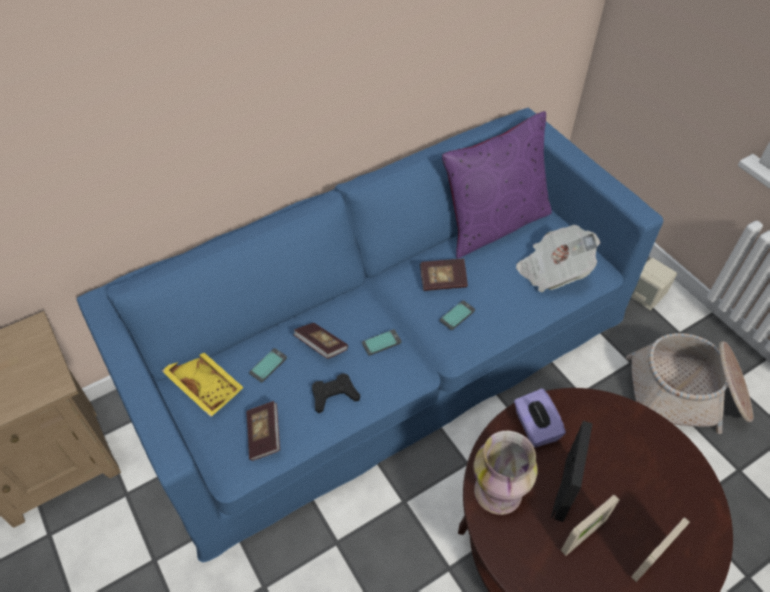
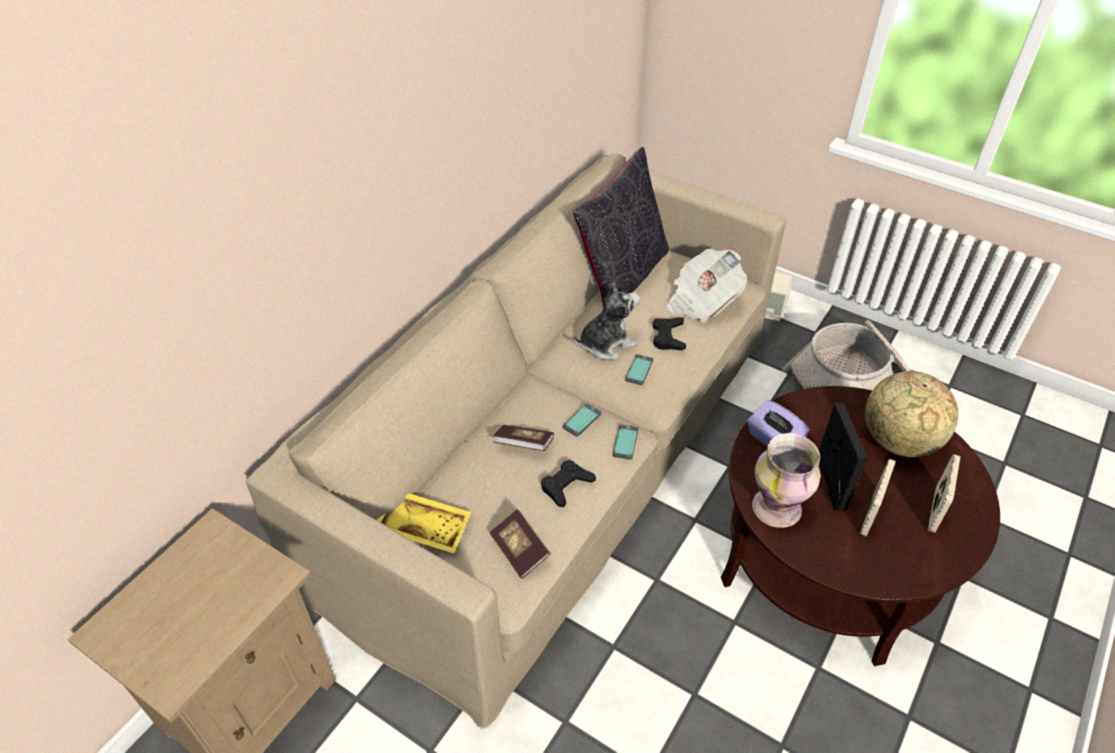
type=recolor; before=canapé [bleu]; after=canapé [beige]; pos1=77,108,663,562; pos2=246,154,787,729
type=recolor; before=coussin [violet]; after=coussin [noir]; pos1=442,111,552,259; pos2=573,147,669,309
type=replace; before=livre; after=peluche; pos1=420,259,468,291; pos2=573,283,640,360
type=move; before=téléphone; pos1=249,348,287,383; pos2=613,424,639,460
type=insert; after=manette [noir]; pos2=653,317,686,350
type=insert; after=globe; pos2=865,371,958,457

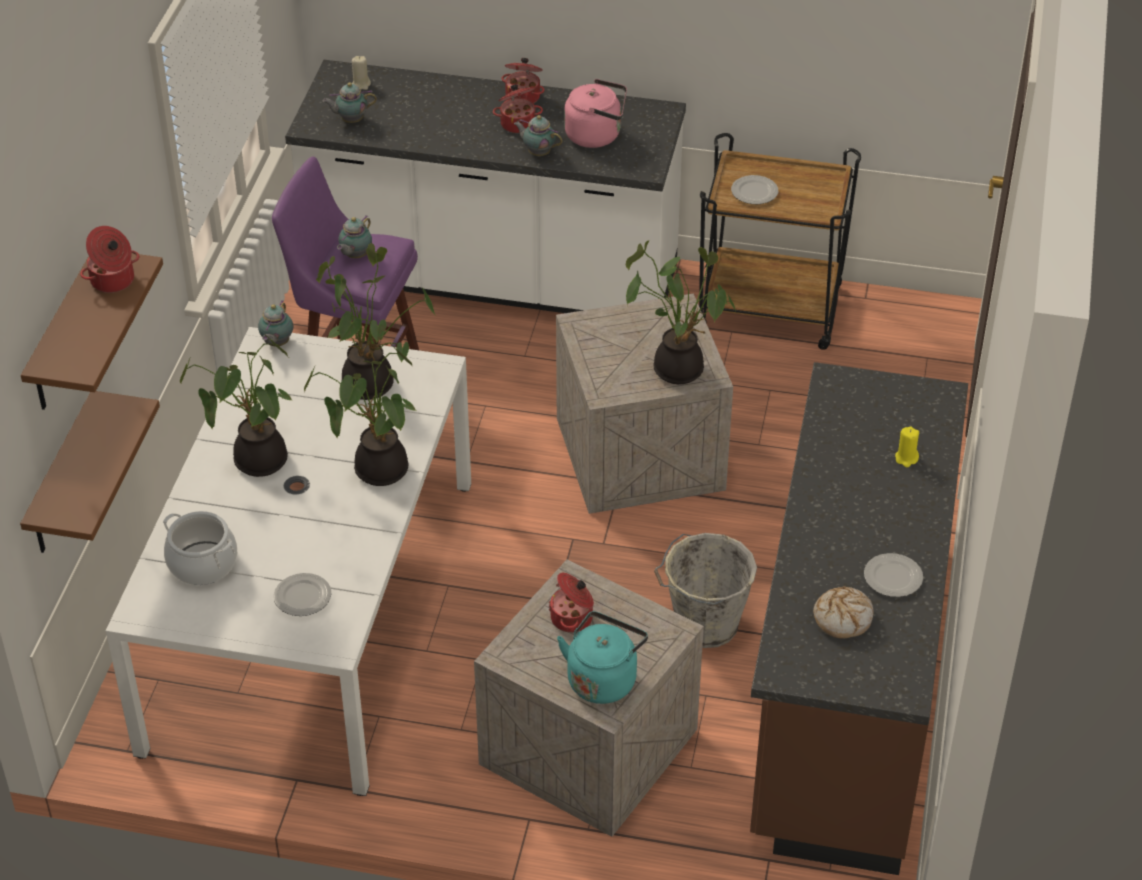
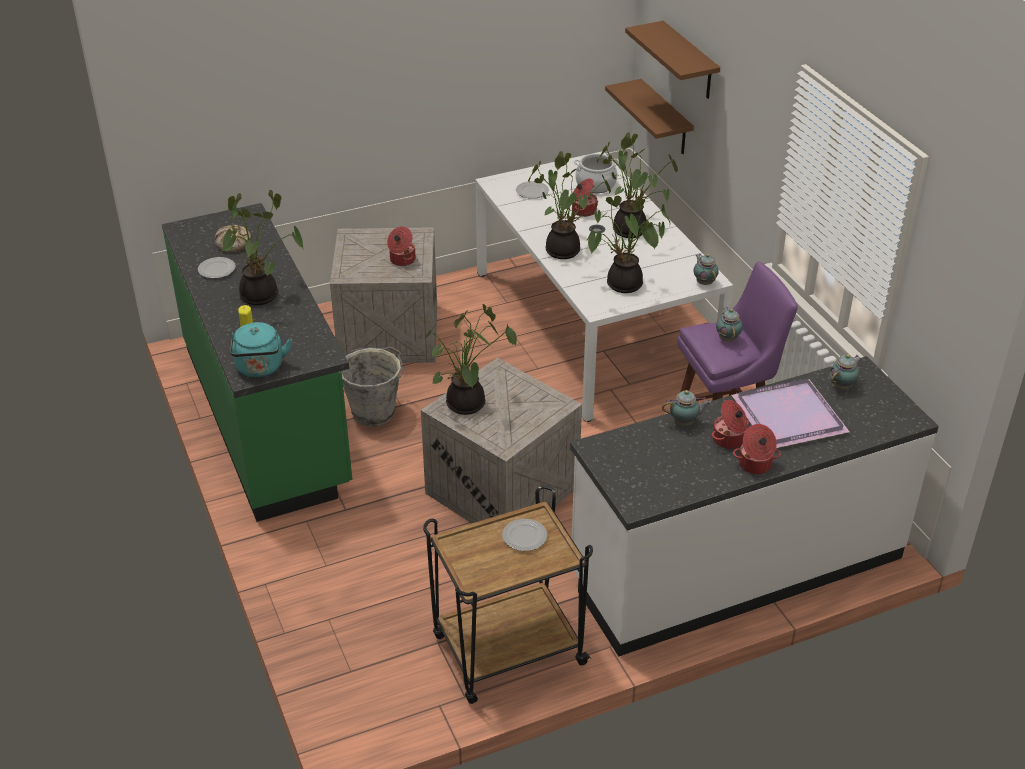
type=delete; before=bougie [beige]; pos1=352,56,371,90
type=delete; before=bouilloire [rose]; pos1=564,79,627,148
type=move; before=marmite; pos1=80,226,139,293; pos2=572,178,598,217
type=recolor; before=comptoir de cuisine [marron]; after=comptoir de cuisine [vert]; pos1=750,362,968,875; pos2=162,203,352,522
type=move; before=bouilloire [turquoise]; pos1=557,611,648,704; pos2=230,322,292,377
type=insert; after=plante en pot; pos2=222,190,303,305
type=insert; after=plateau [violet]; pos2=732,378,850,448

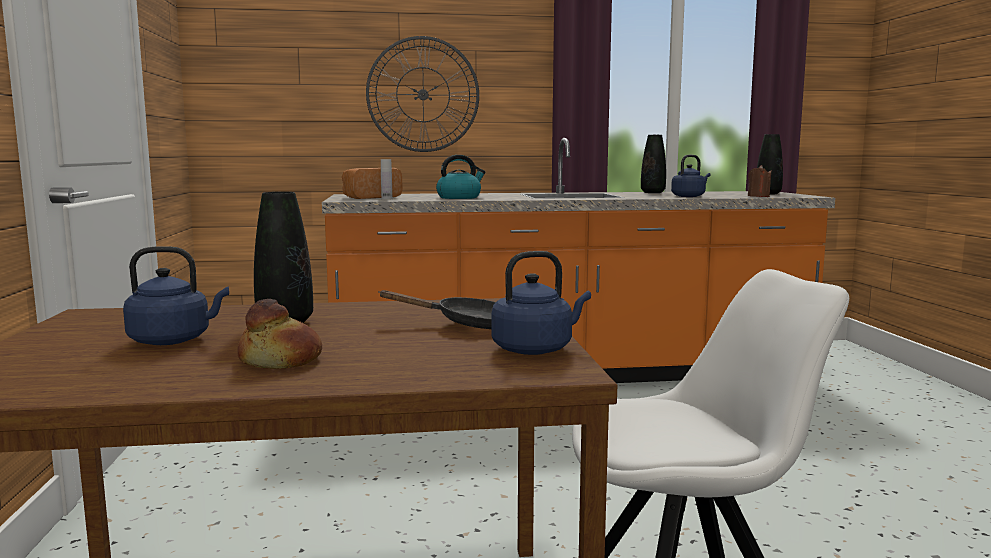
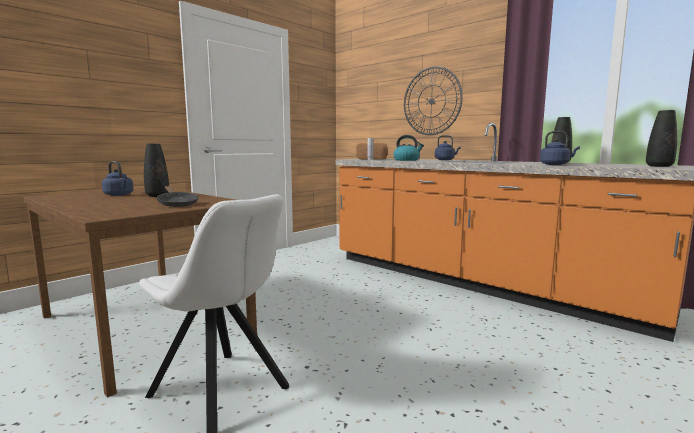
type=delete; before=bougie [marron]; pos1=748,165,772,197
type=move; before=bouilloire [bleu]; pos1=492,251,591,355; pos2=435,135,461,160
type=delete; before=pain; pos1=237,299,322,369

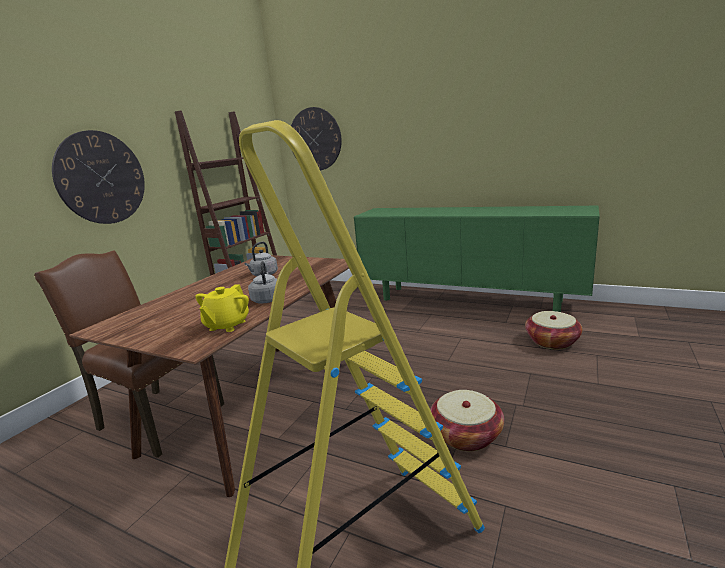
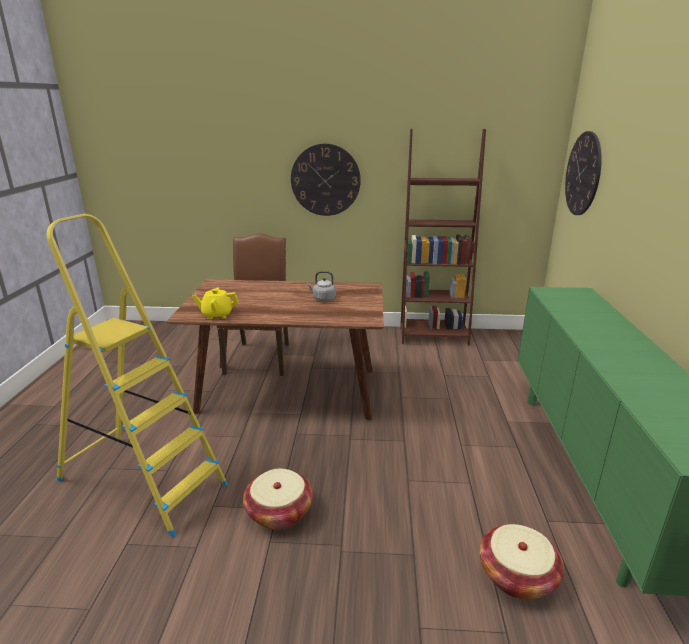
type=delete; before=bouilloire [gris]; pos1=248,261,277,303

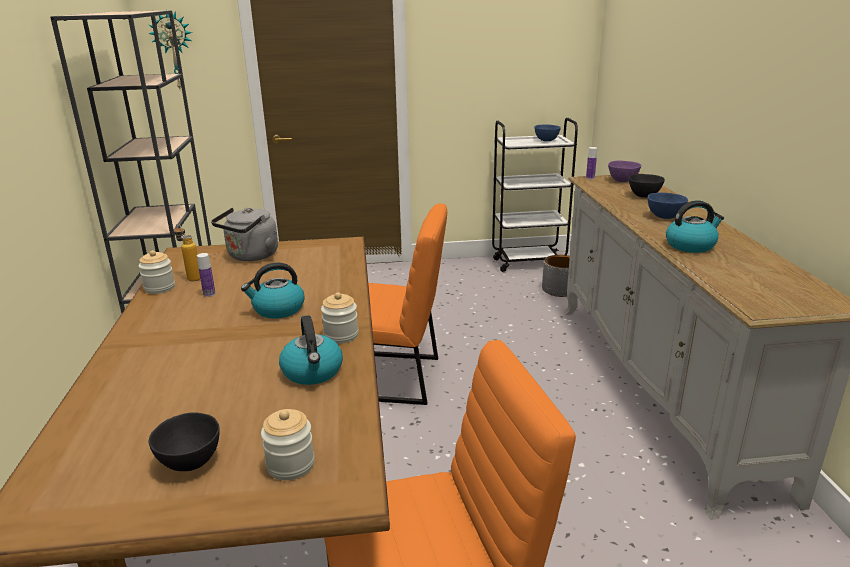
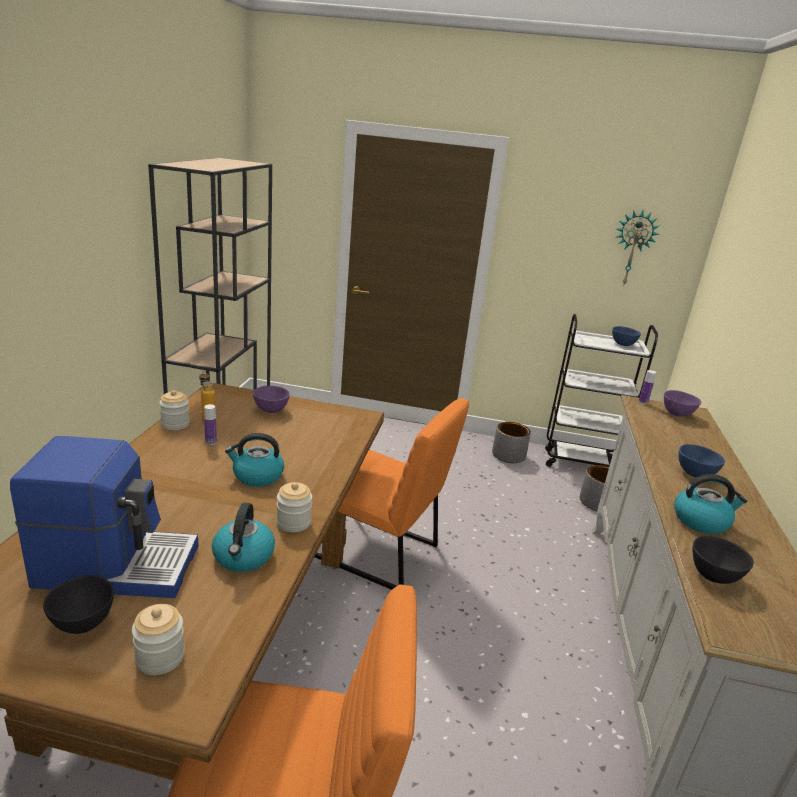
type=move; before=horloge murale; pos1=148,10,192,89; pos2=617,210,659,285
type=move; before=bol [noir]; pos1=629,174,665,198; pos2=692,536,754,584
type=replace; before=bouilloire [gris]; after=bol [violet]; pos1=211,208,278,261; pos2=253,386,290,413
type=insert; after=cache-pot [gris]; pos2=492,422,531,463
type=insert; after=machine à café; pos2=10,436,198,598

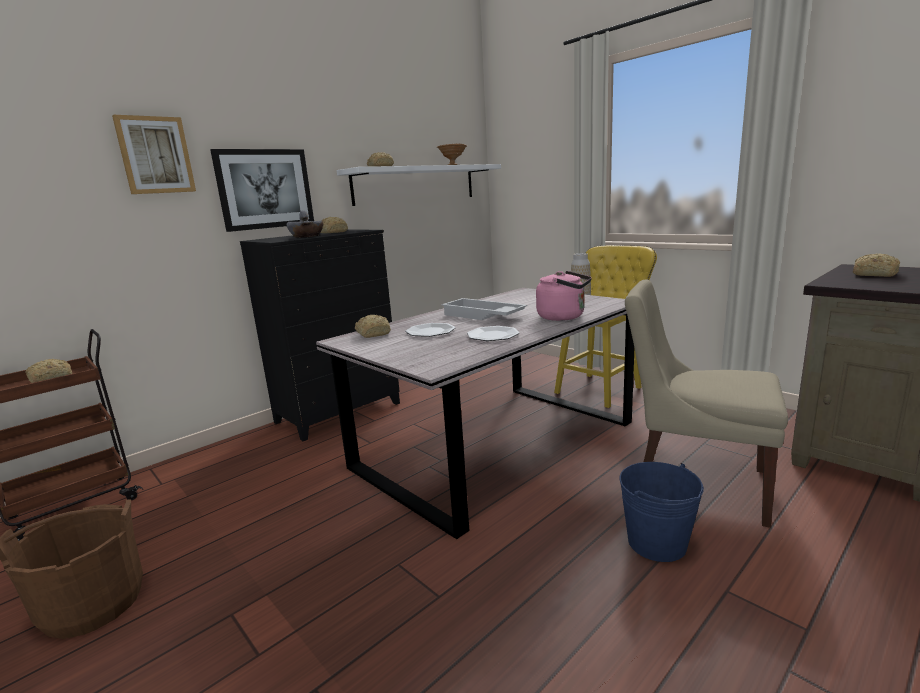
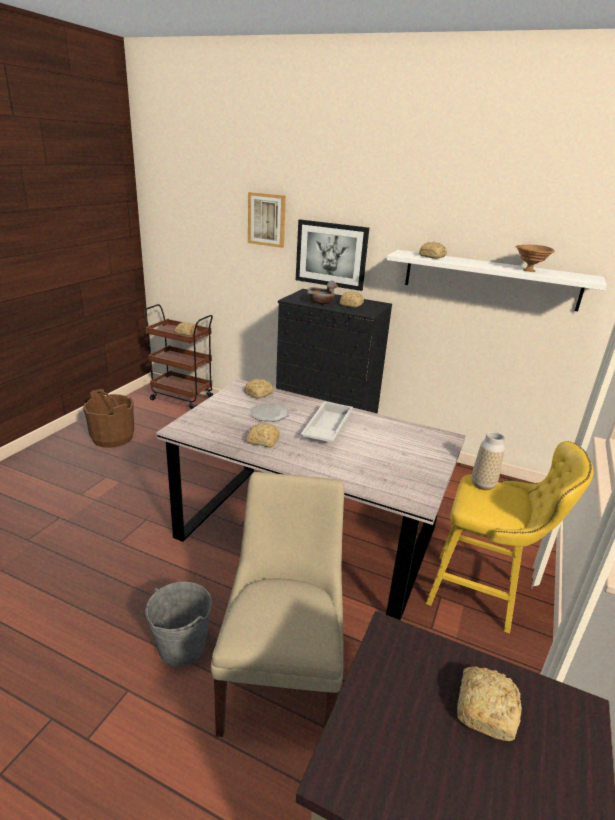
type=delete; before=bouilloire [rose]; pos1=536,271,592,321
type=replace; before=assiette; after=pain; pos1=467,326,519,341; pos2=247,423,280,447
type=recolor; before=seau [bleu]; after=seau [gris]; pos1=619,462,704,562; pos2=145,582,212,667

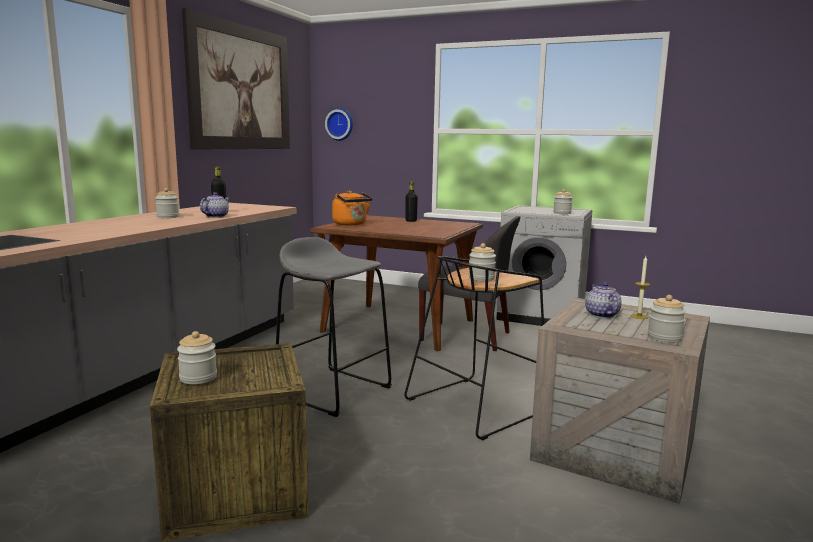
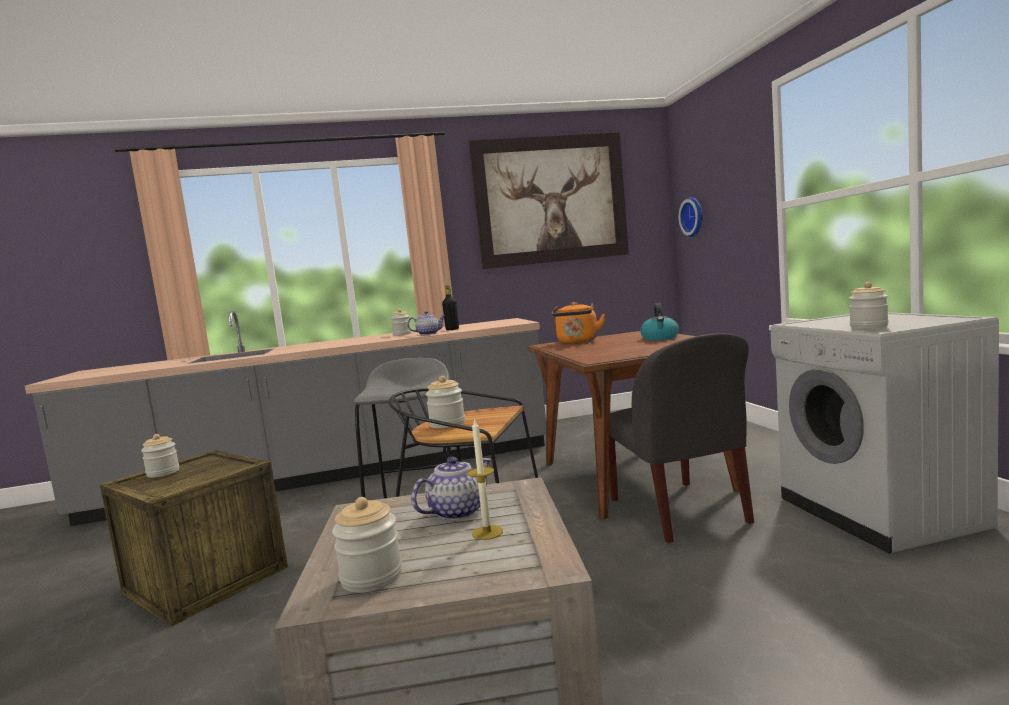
type=replace; before=bouteille [noir]; after=bouilloire; pos1=405,181,418,222; pos2=640,303,679,340

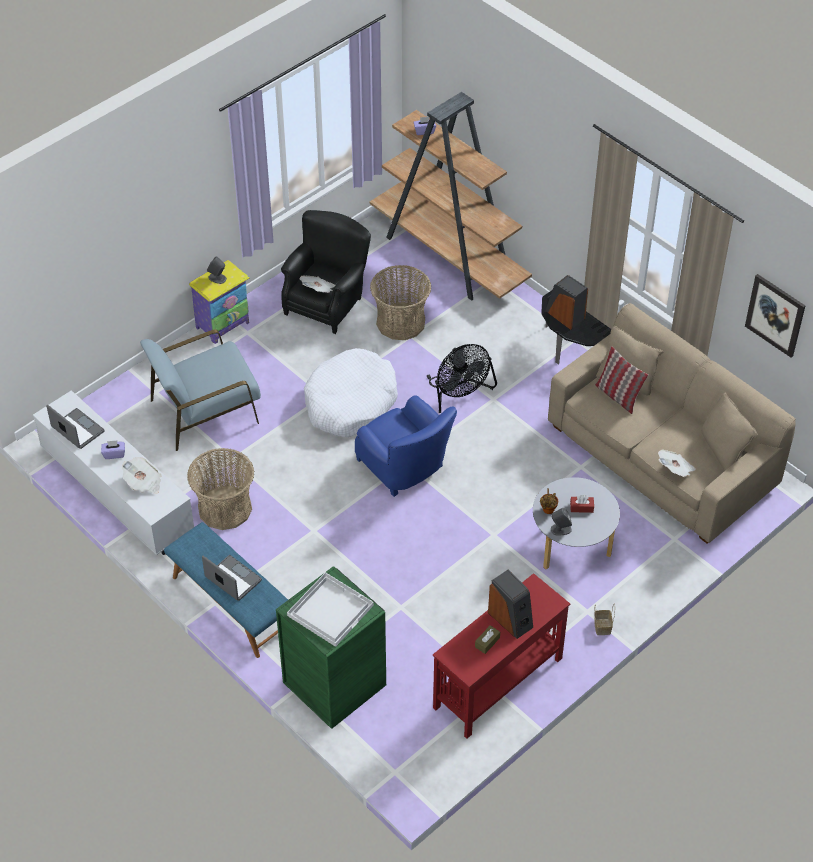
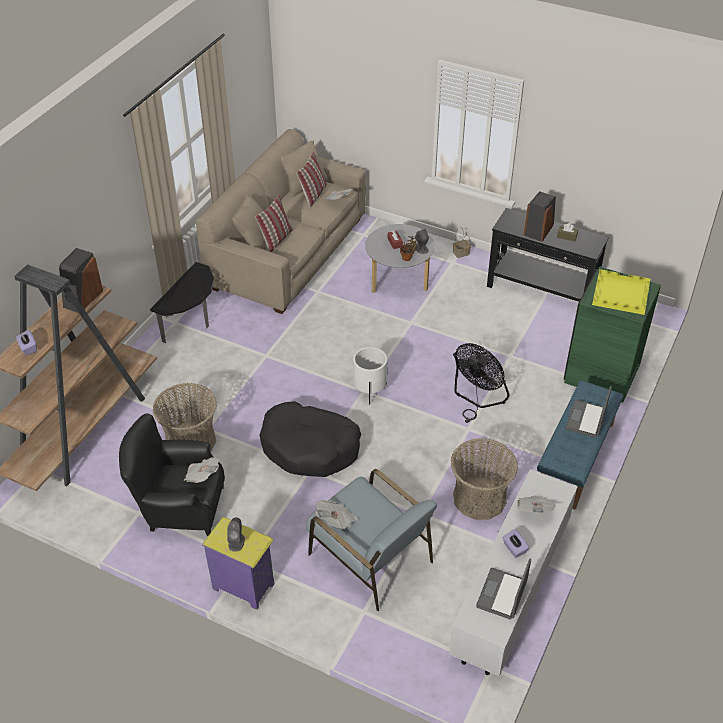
type=delete; before=tableau; pos1=745,274,805,358
type=move; before=enceinte; pos1=546,275,588,330; pos2=59,248,103,313
type=move; before=ventilateur [noir]; pos1=427,344,497,413; pos2=453,343,510,423
type=recolor; before=panier pour chien [blanc]; after=panier pour chien [noir]; pos1=304,348,398,437; pos2=260,401,361,477
type=replace; before=fauteuil [bleu]; after=cache-pot [blanc]; pos1=355,395,457,497; pos2=353,347,387,405
type=recolor; before=plateau [blanc]; after=plateau [jaune]; pos1=287,572,374,647; pos2=592,269,650,315
type=recolor; before=table console [rouge]; after=table console [noir]; pos1=433,573,570,739; pos2=487,208,609,302
type=insert; after=coussin; pos2=296,152,327,207
type=insert; after=journal; pos2=315,500,358,529

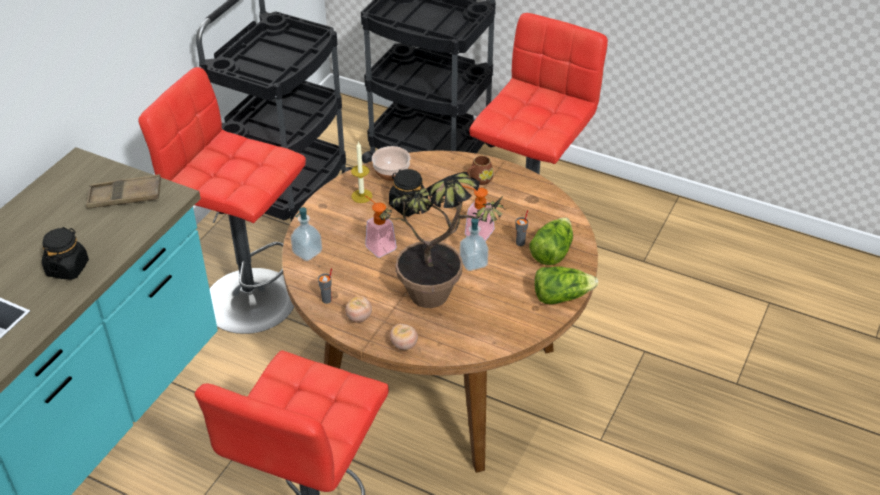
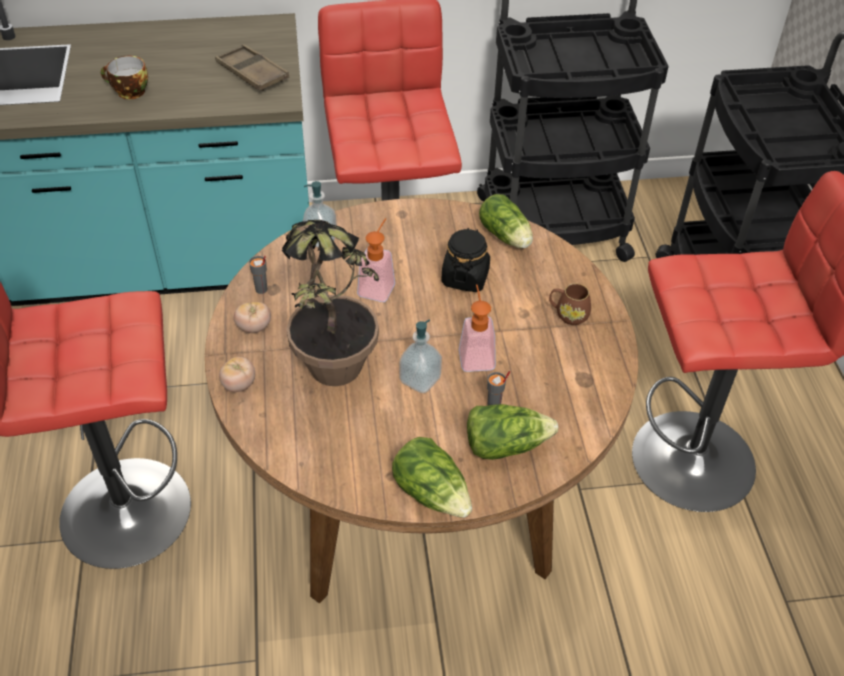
type=delete; before=bougie; pos1=351,141,372,203
type=replace; before=bol; after=laitue; pos1=372,146,411,181; pos2=479,194,533,248
type=replace; before=bocal [noir]; after=tasse; pos1=42,227,89,280; pos2=101,56,148,99

